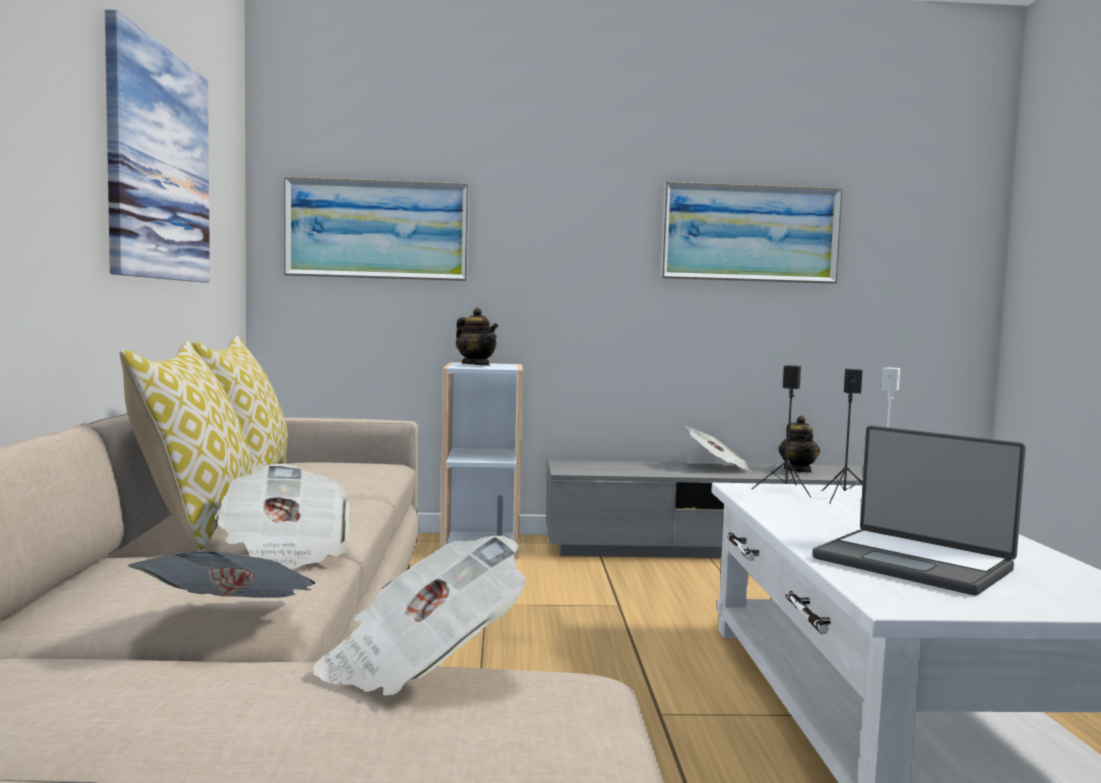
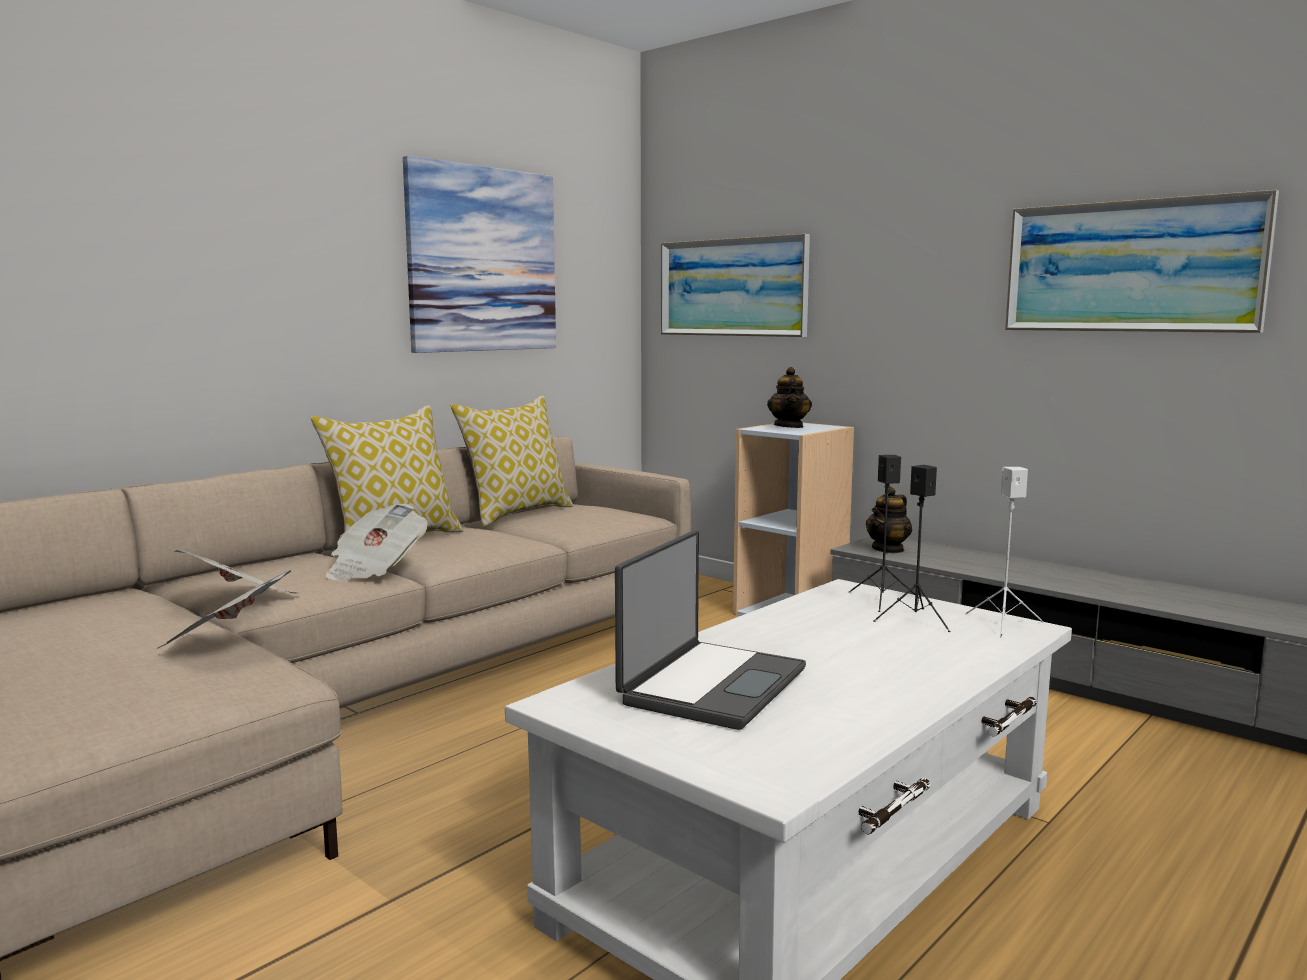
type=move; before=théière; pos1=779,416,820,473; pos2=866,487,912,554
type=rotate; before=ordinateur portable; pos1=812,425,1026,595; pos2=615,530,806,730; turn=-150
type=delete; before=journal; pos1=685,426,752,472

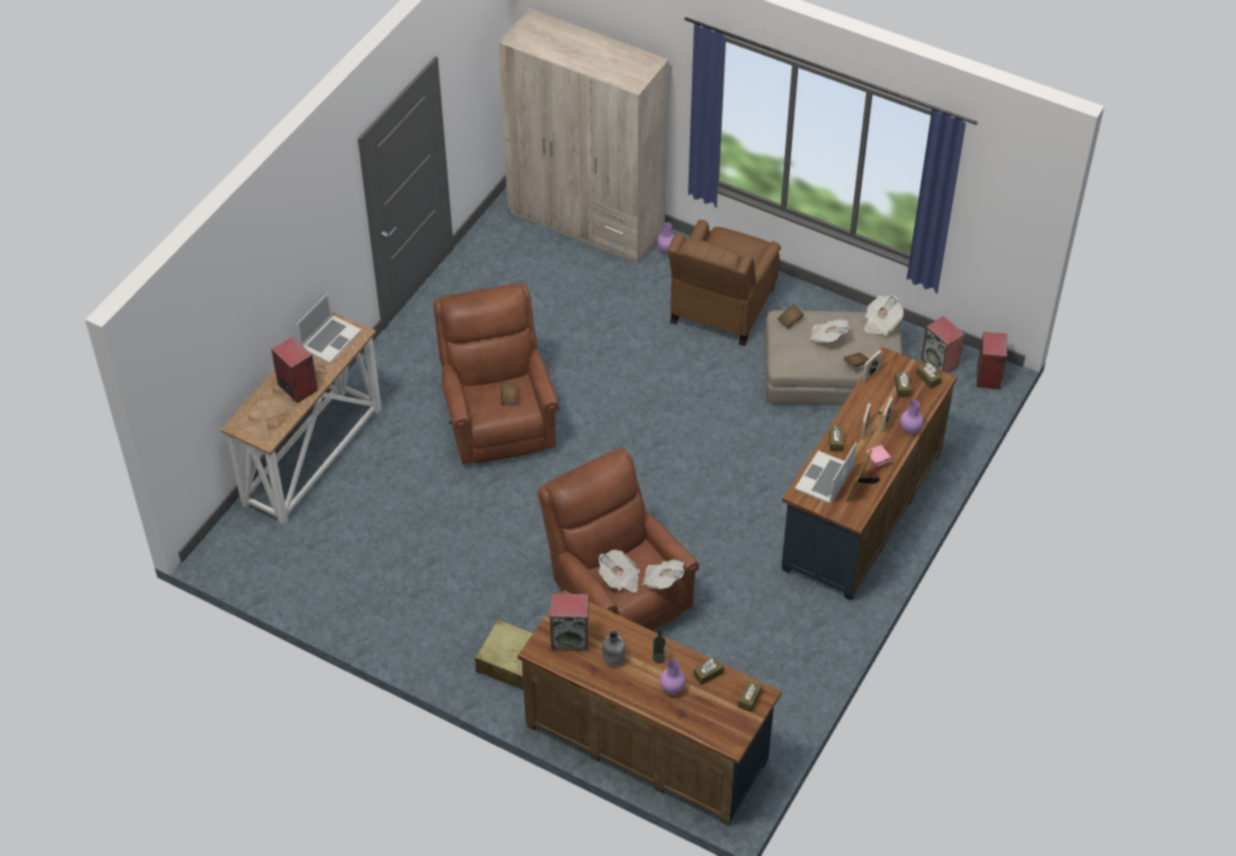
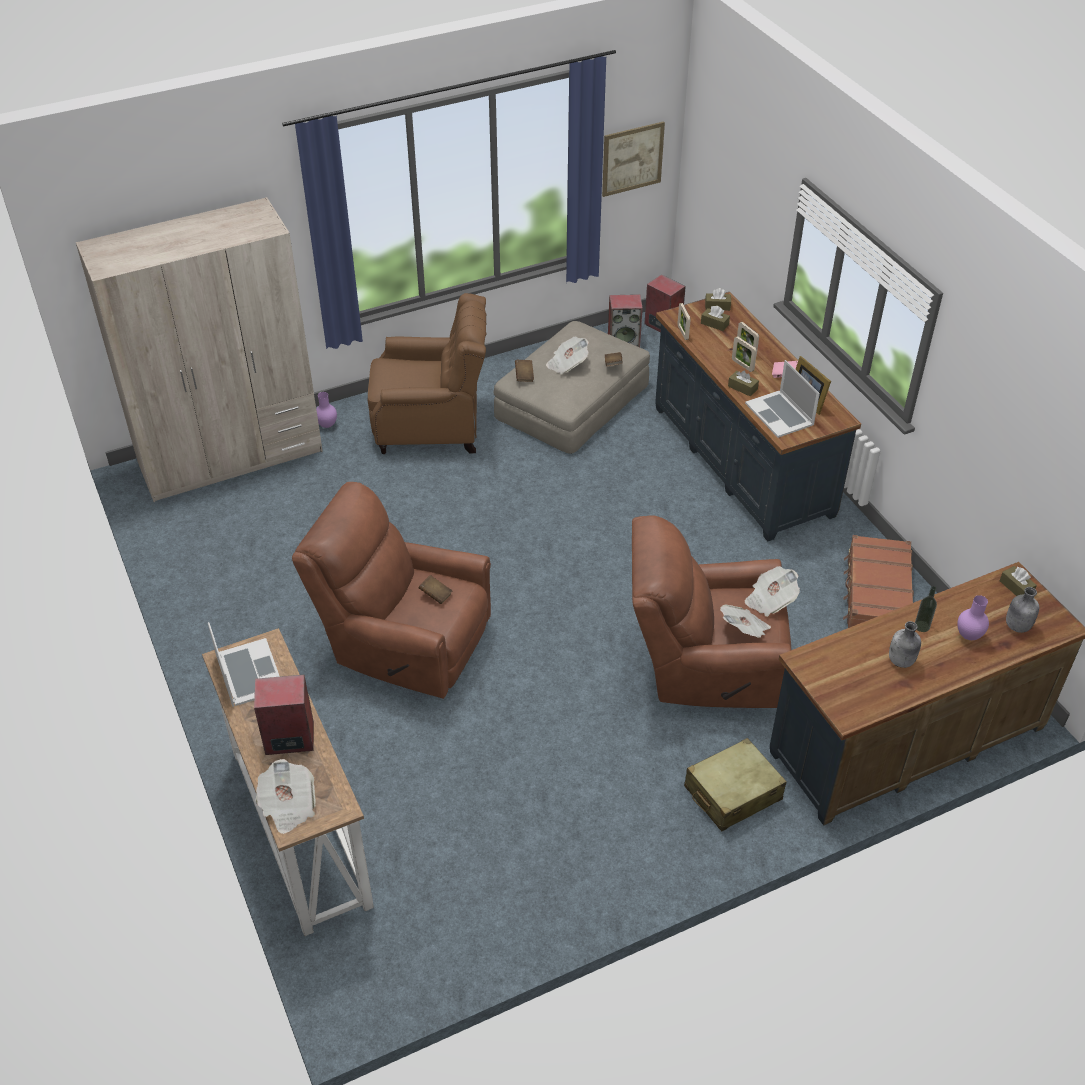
type=rotate; before=fauteuil [marron]; pos1=667,220,781,346; pos2=368,293,487,454; turn=-60
type=move; before=journal; pos1=864,295,904,336; pos2=256,759,316,834
type=delete; before=vase [violet]; pos1=900,400,924,434
type=delete; before=enceinte; pos1=550,593,589,651
type=delete; before=boîte à mouchoirs [marron]; pos1=694,657,724,685
type=insert; after=tableau; pos2=602,121,665,197
type=insert; after=valise [marron]; pos2=843,535,914,628
type=insert; after=bouteille [gris]; pos2=1006,587,1039,633

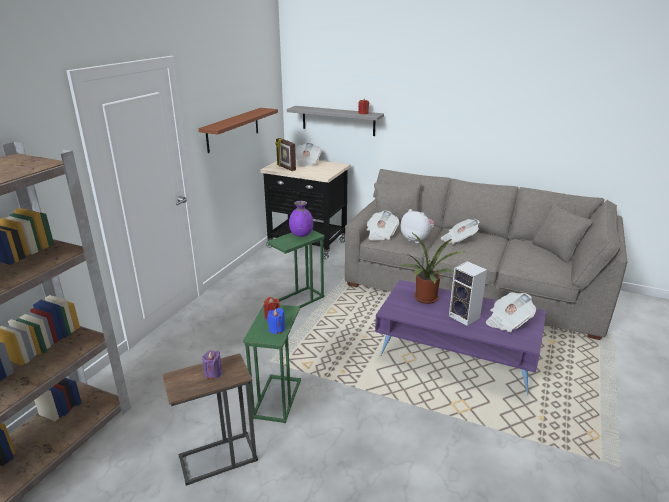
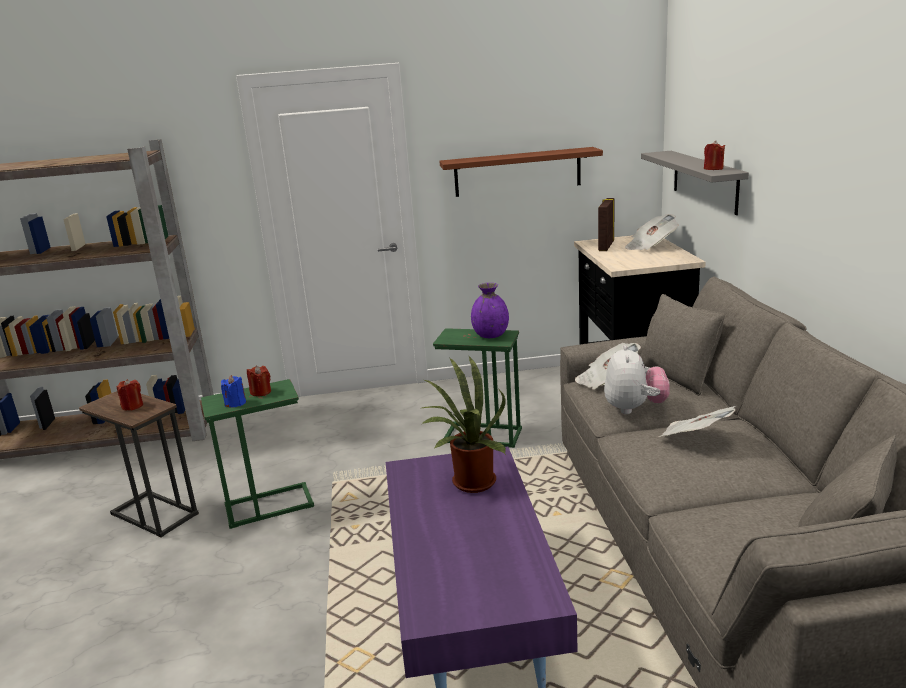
type=delete; before=enceinte; pos1=449,261,487,326
type=delete; before=journal; pos1=486,292,536,332
type=recolor; before=bougie [violet]; after=bougie [rouge]; pos1=202,350,223,379; pos2=117,379,143,411

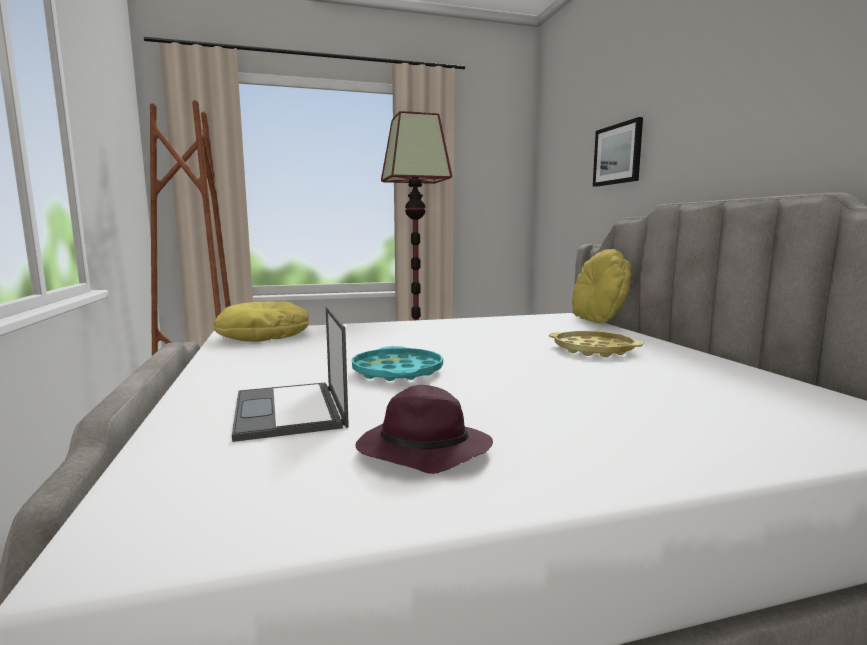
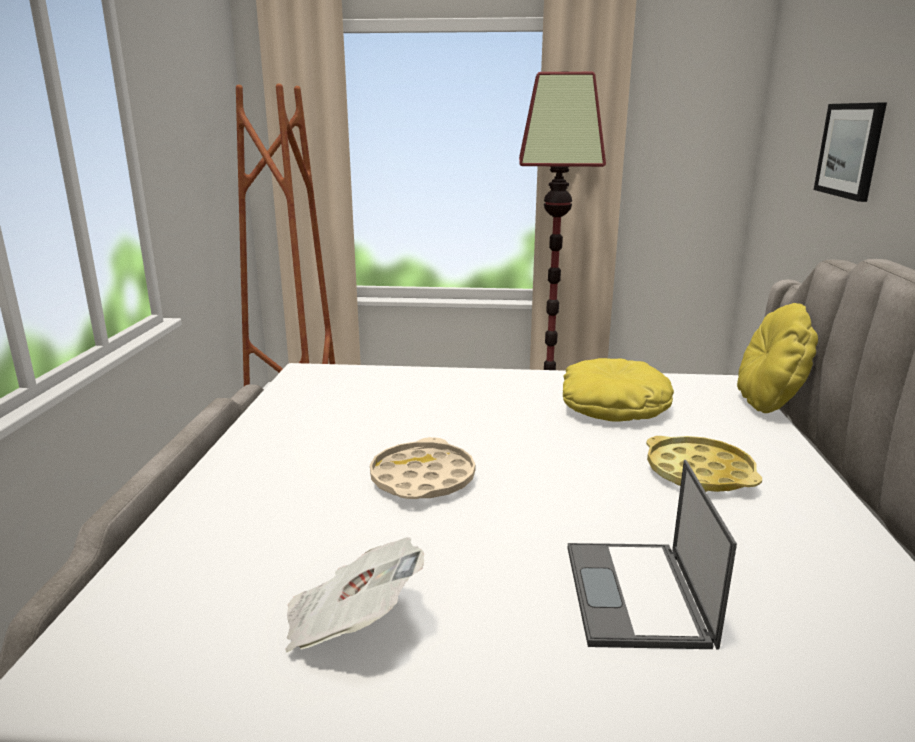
type=move; before=coussin [jaune]; pos1=213,301,309,342; pos2=563,358,674,422
type=move; before=ordinateur portable; pos1=232,306,349,442; pos2=568,460,737,650
type=recolor; before=plateau [turquoise]; after=plateau [beige]; pos1=352,346,443,381; pos2=370,437,475,499
type=replace; before=chapeau [violet]; after=journal; pos1=355,385,493,474; pos2=285,537,424,652

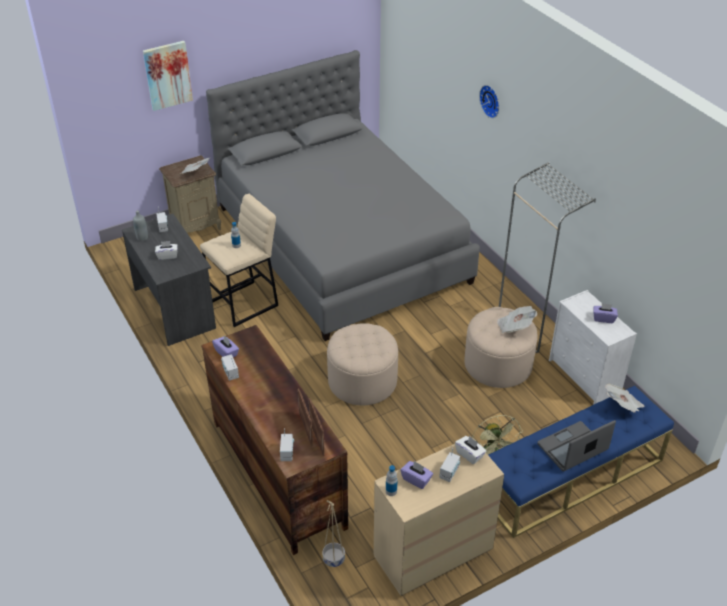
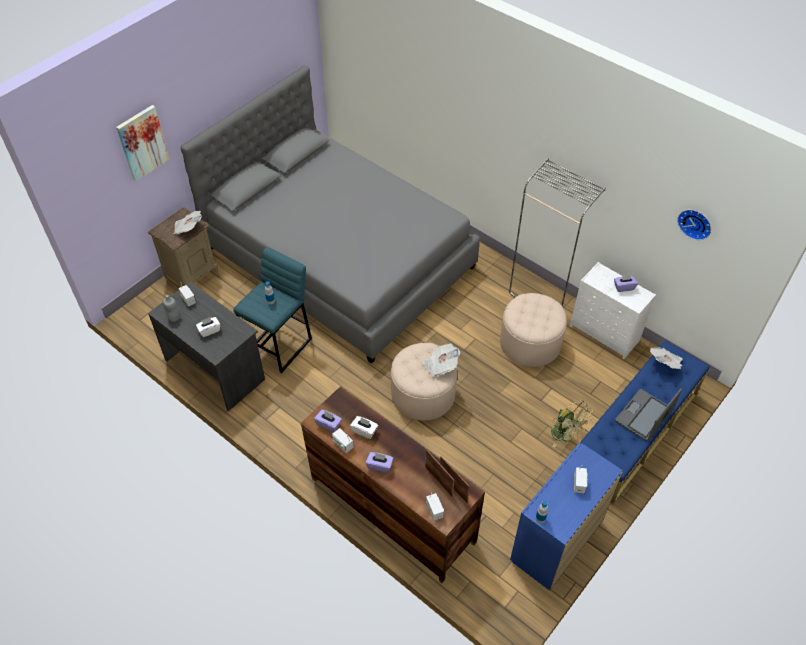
type=move; before=horloge murale; pos1=479,85,499,118; pos2=677,209,711,240
type=recolor; before=tabouret [beige]; after=tabouret [turquoise]; pos1=200,194,278,327; pos2=234,247,312,373
type=move; before=journal; pos1=497,306,537,333; pos2=422,344,460,377
type=recolor; before=commode [beige]; after=commode [bleu]; pos1=374,436,504,596; pos2=510,443,623,590
type=move; before=boîte à mouchoirs [blanc]; pos1=455,436,486,464; pos2=350,416,378,439
type=move; before=boîte à mouchoirs [violet]; pos1=400,461,433,489; pos2=366,452,394,473
type=delete; before=cache-pot [beige]; pos1=322,500,345,567

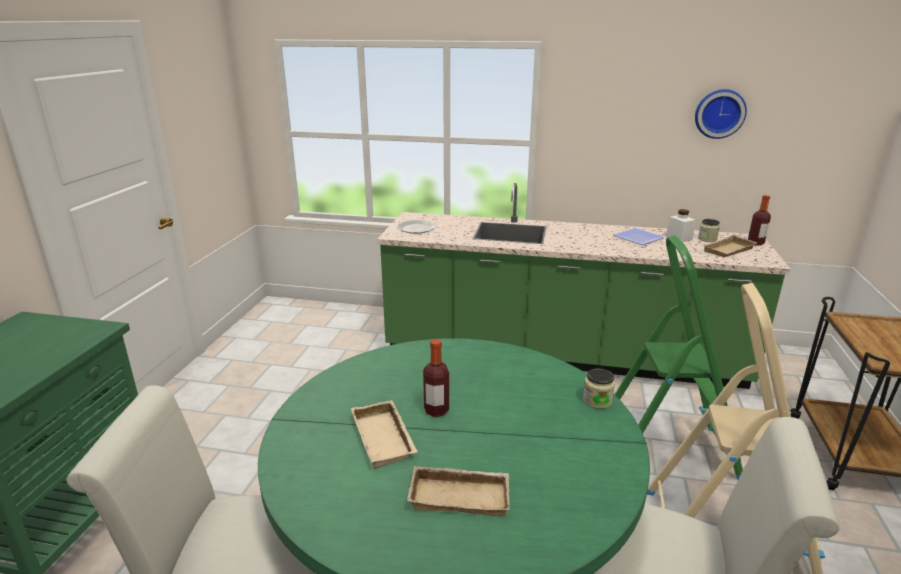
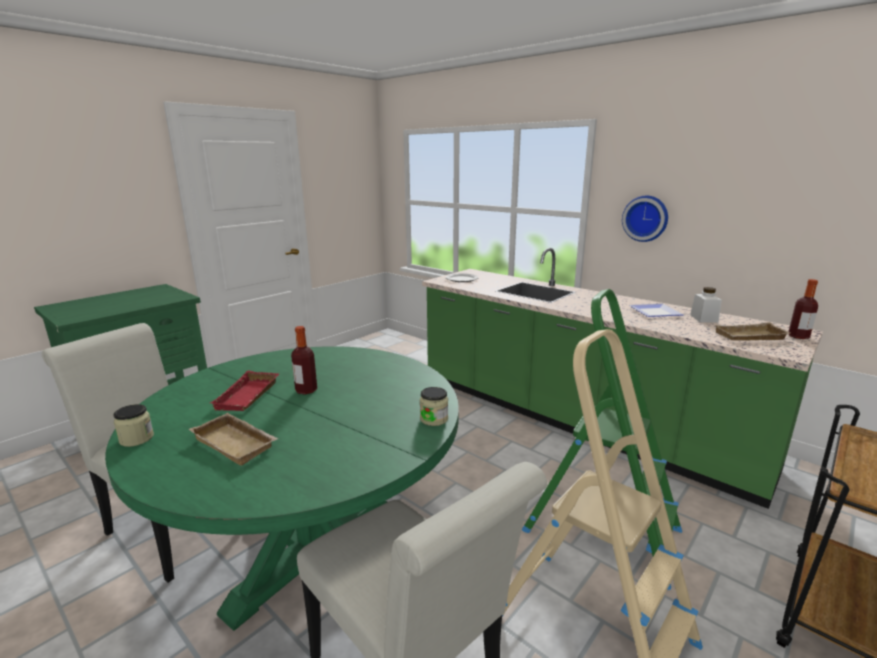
type=move; before=horloge murale; pos1=695,89,747,139; pos2=622,196,668,242
type=move; before=bocal; pos1=698,219,720,242; pos2=113,404,154,447
type=recolor; before=plateau [beige]; after=plateau [rouge]; pos1=351,400,418,469; pos2=210,371,280,411

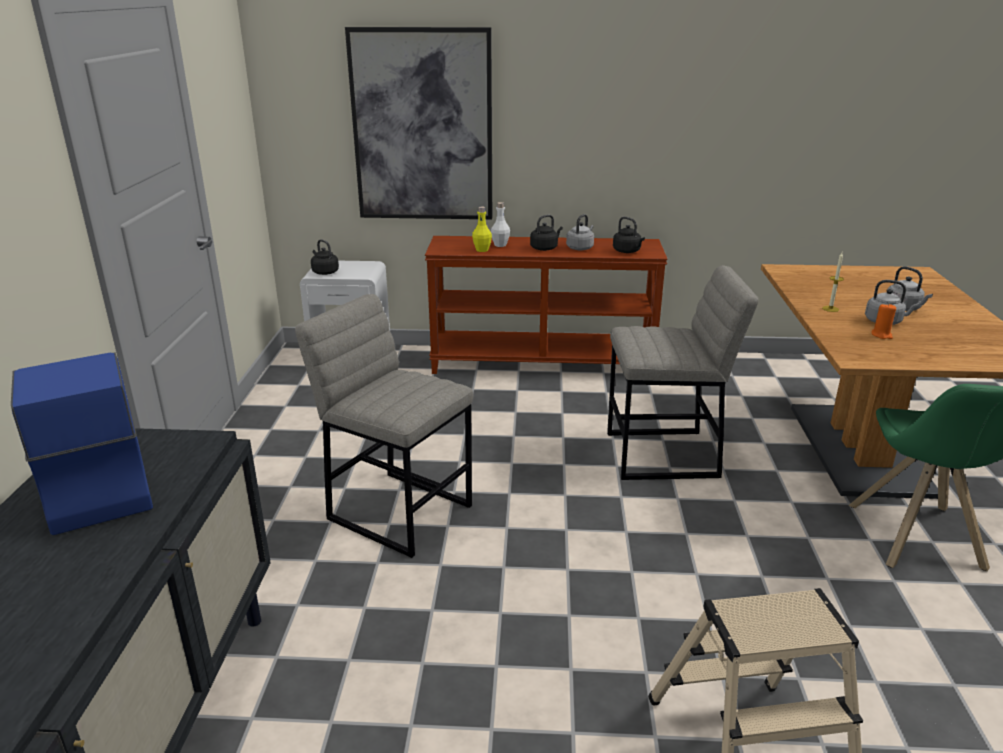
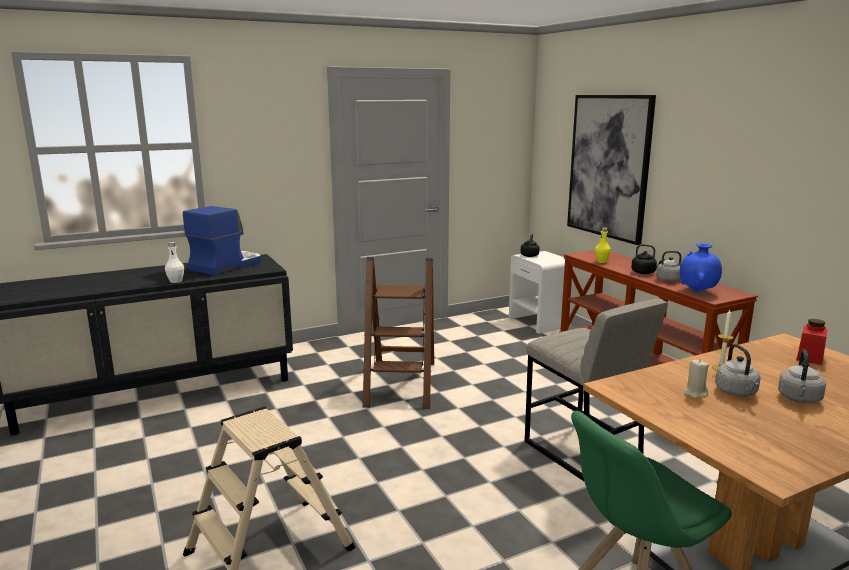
type=move; before=bouteille [blanc]; pos1=491,202,510,247; pos2=165,242,184,283
type=replace; before=bouilloire [noir]; after=vase [bleu]; pos1=613,217,645,253; pos2=680,243,722,292
type=replace; before=chaise [gris]; after=escabeau [marron]; pos1=295,294,473,558; pos2=363,257,435,409
type=recolor; before=bougie [orange]; after=bougie [beige]; pos1=871,304,896,339; pos2=685,359,709,398
type=insert; after=bocal [rouge]; pos2=797,319,828,365

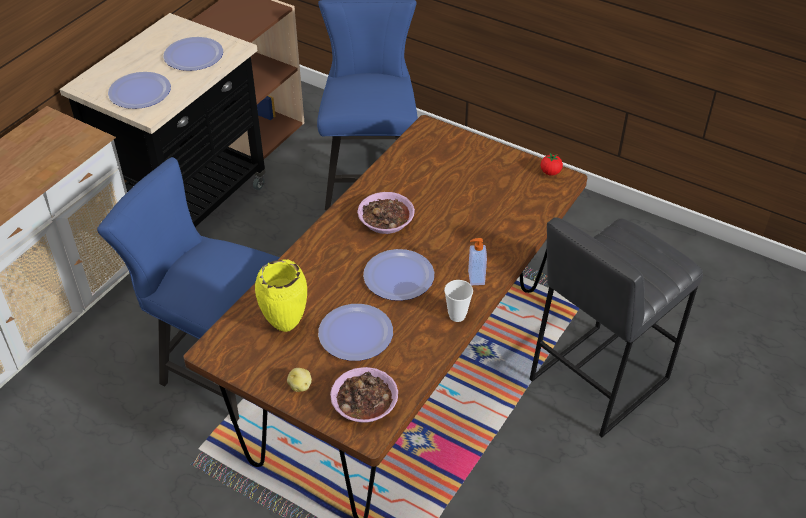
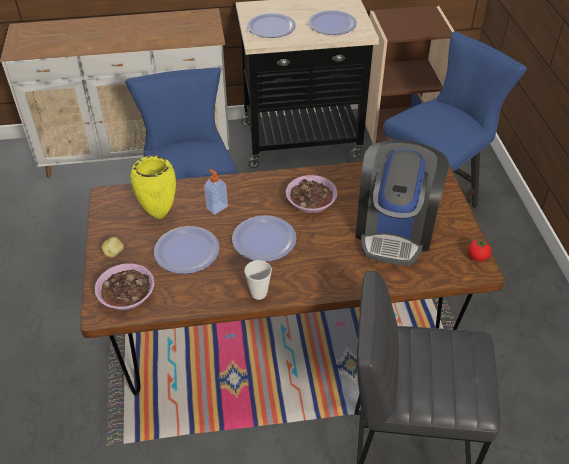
type=move; before=distributeur de savon; pos1=468,238,487,285; pos2=204,169,228,215
type=insert; after=machine à café; pos2=355,140,449,265

